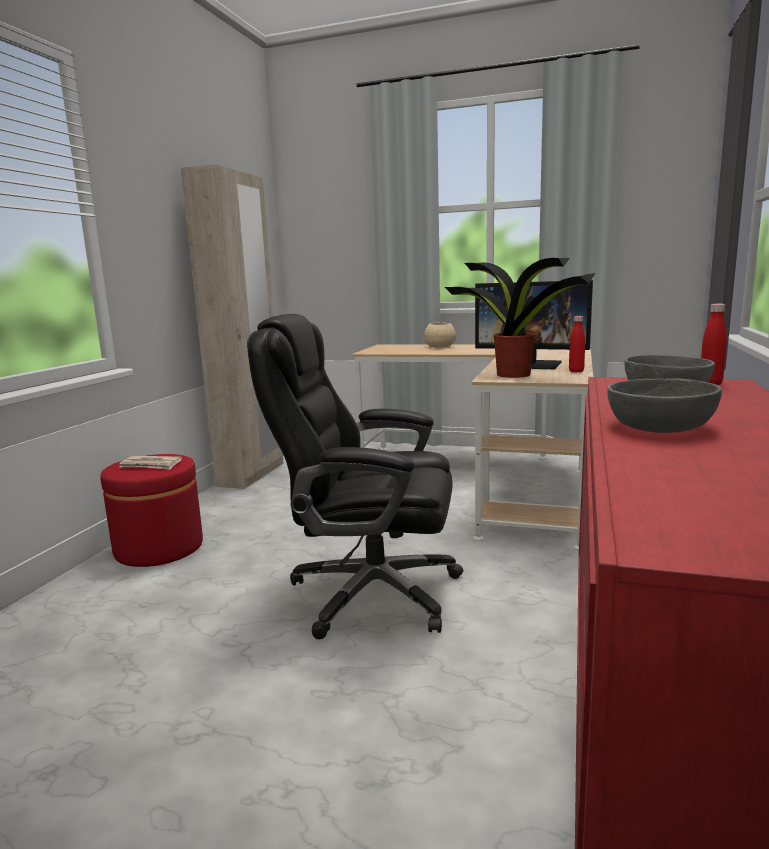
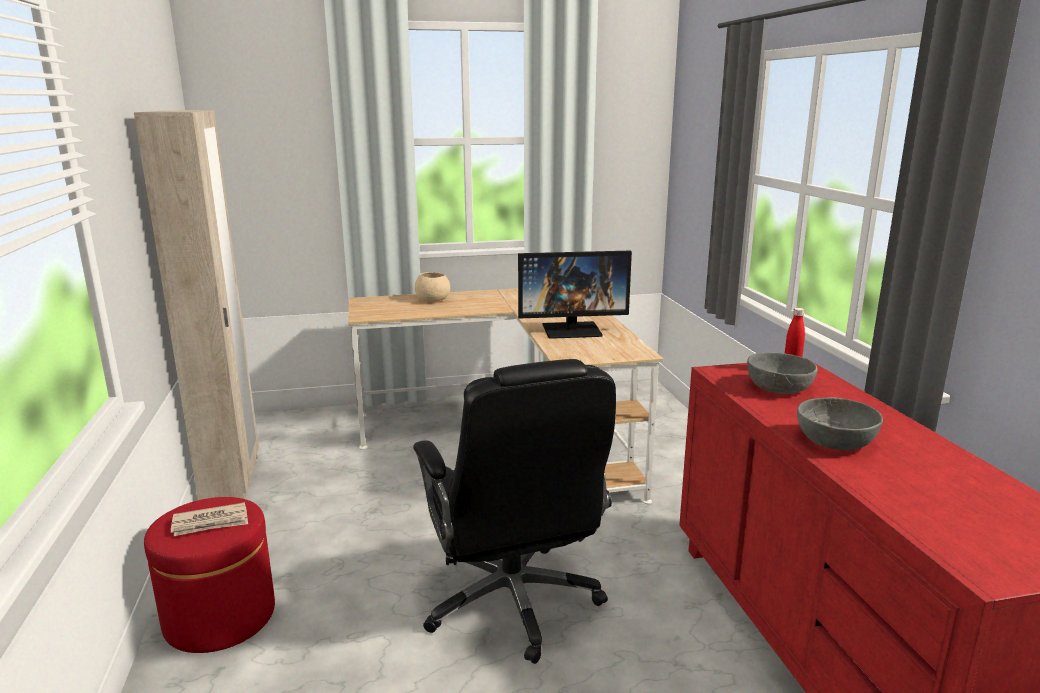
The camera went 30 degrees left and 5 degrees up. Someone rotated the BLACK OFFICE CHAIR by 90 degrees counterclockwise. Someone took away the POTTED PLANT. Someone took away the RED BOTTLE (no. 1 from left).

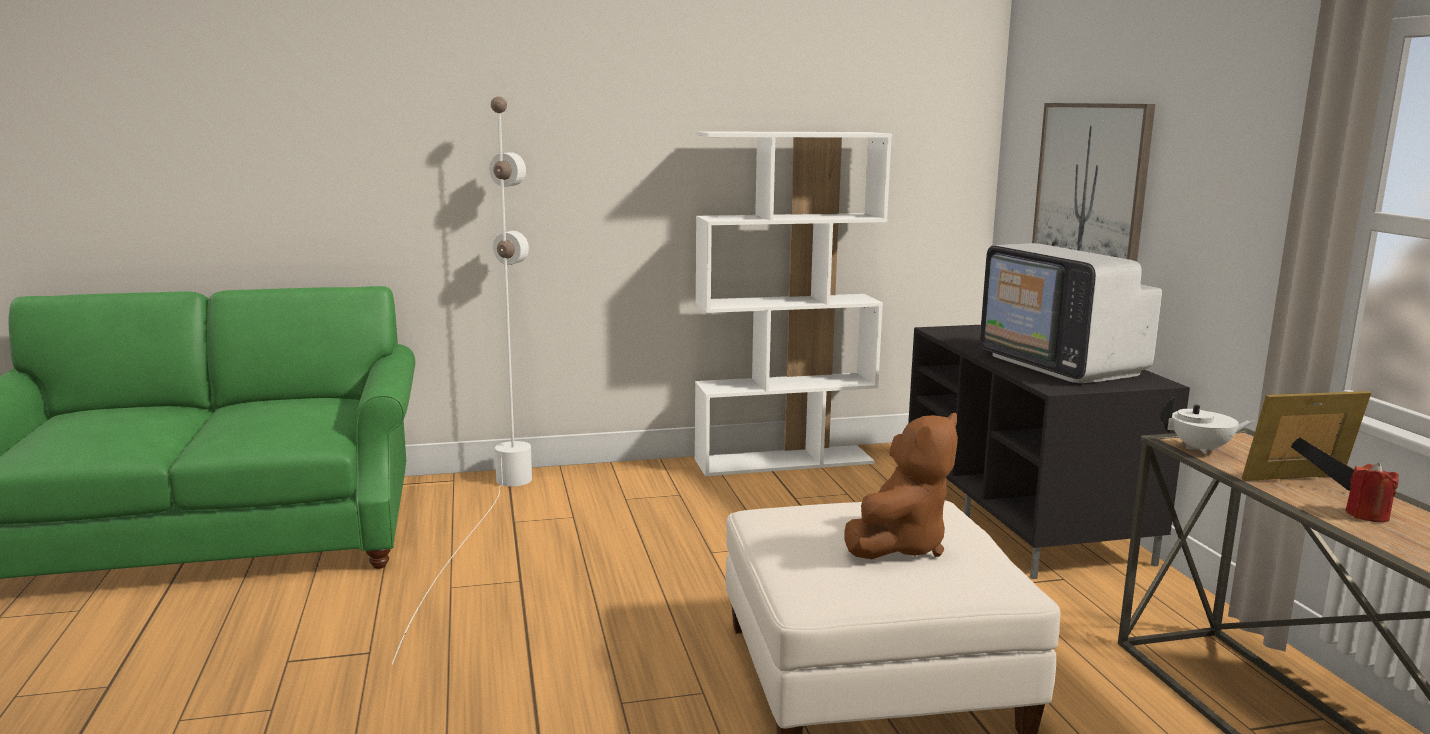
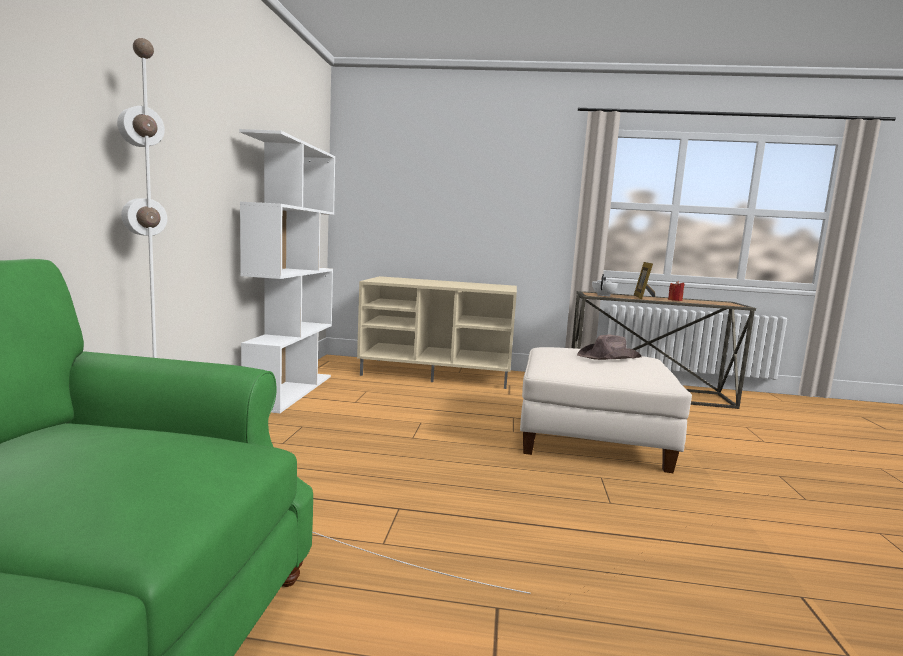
The camera went 70 degrees left and 5 degrees down. Someone swapped the BROWN PLUSH TOY for the BROWN HAT. Someone repainted the BLACK TV STAND, which became the BEIGE TV STAND. Someone took away the TELEVISION. Someone took away the PICTURE.

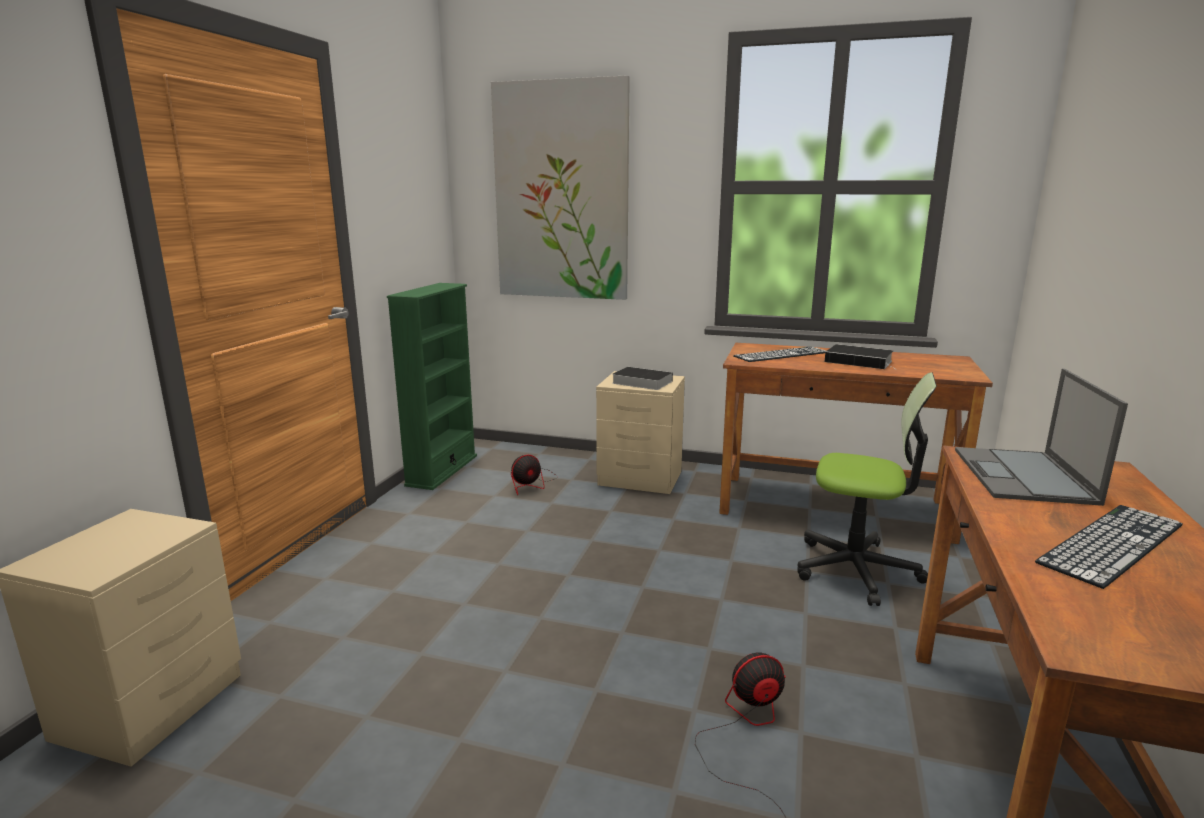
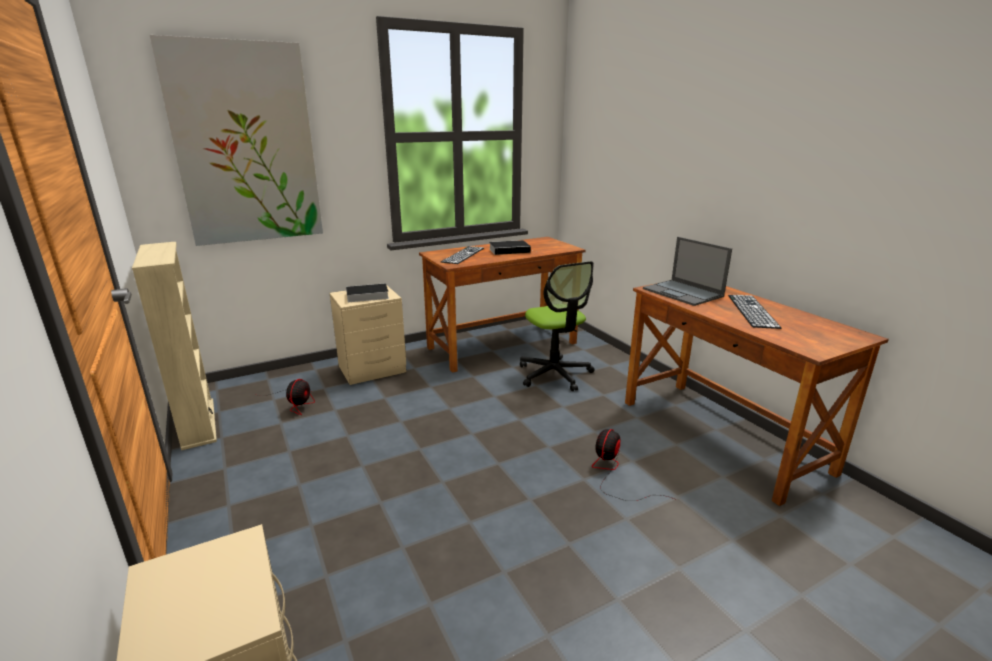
The camera went 45 degrees left and 5 degrees up. Someone repainted the GREEN BOOKCASE, which became the BEIGE BOOKCASE. Someone rotated the OFFICE CHAIR by 90 degrees clockwise.

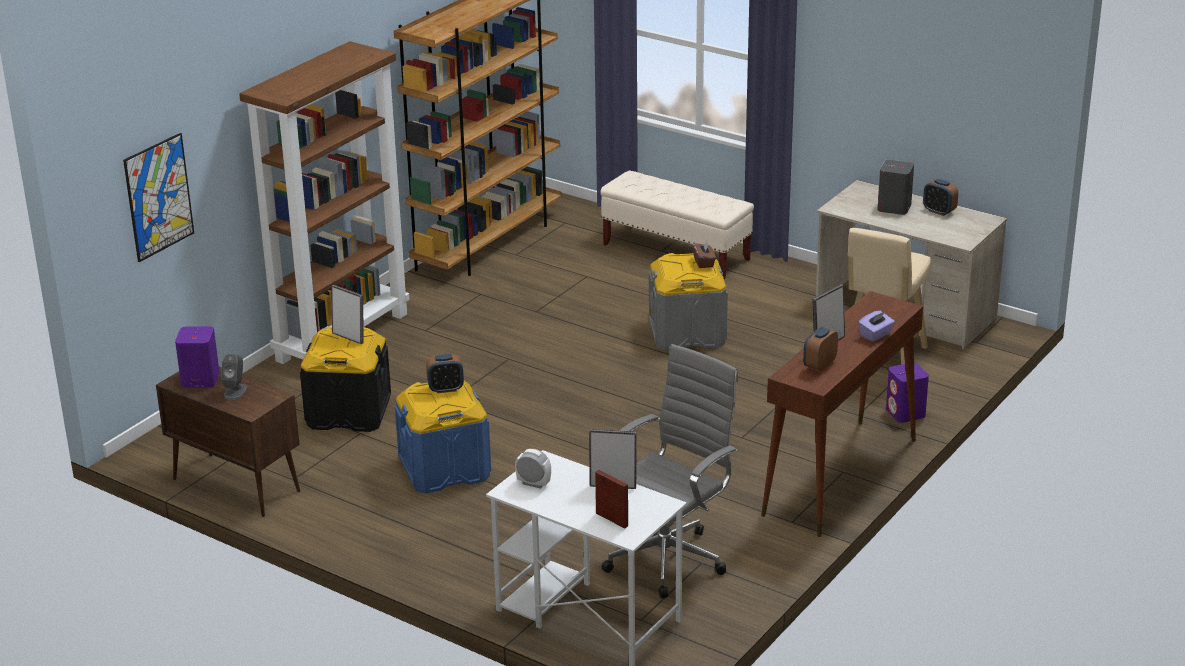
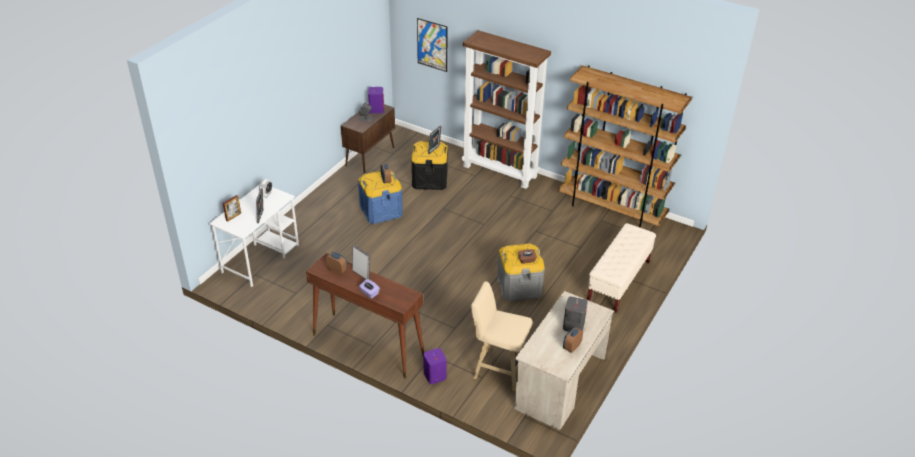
The camera went 85 degrees right and 10 degrees up. Someone took away the GREY OFFICE CHAIR.

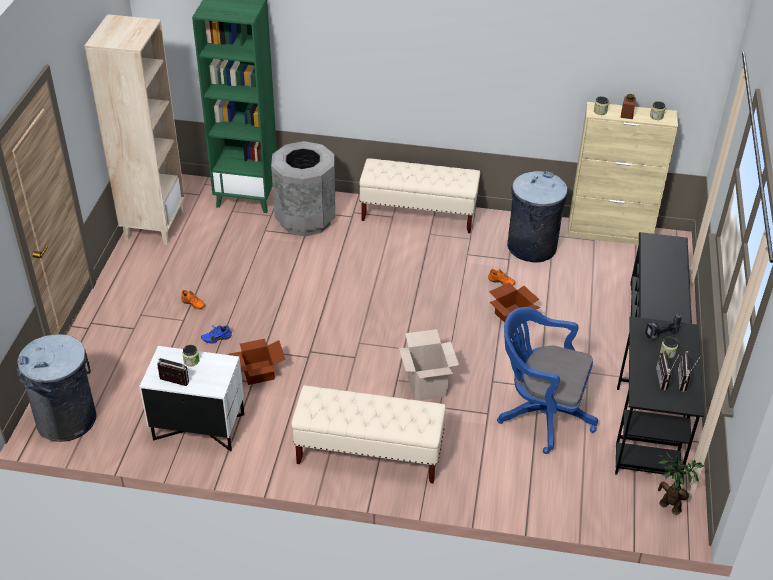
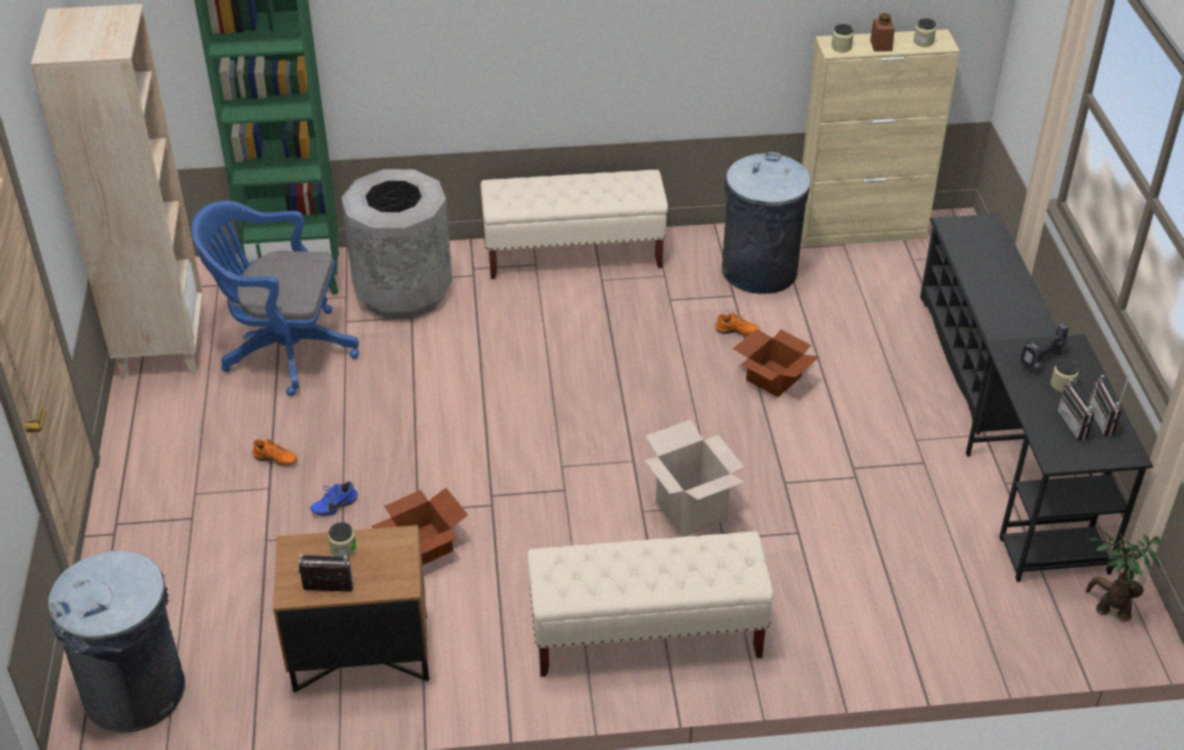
The camera went 15 degrees left and 0 degrees up. Someone repainted the WHITE NIGHTSTAND, which became the BROWN NIGHTSTAND. Someone carried the BLUE OFFICE CHAIR.

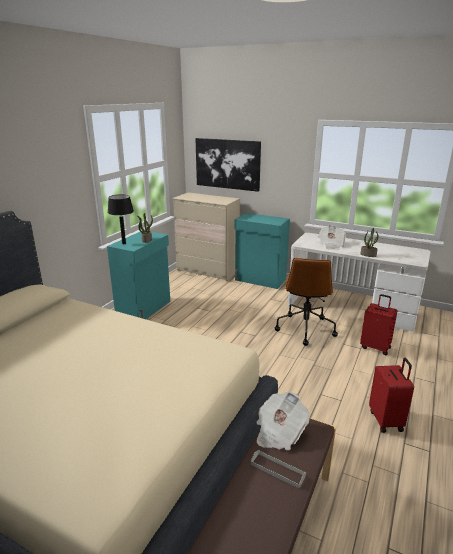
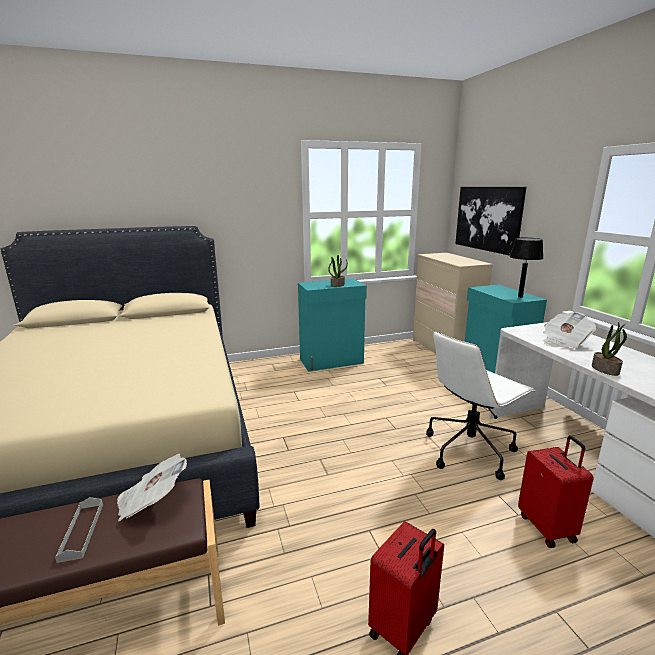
The camera went 45 degrees right and 5 degrees down. Someone carried the BLACK TABLE LAMP. Someone repainted the BROWN OFFICE CHAIR, which became the WHITE OFFICE CHAIR.

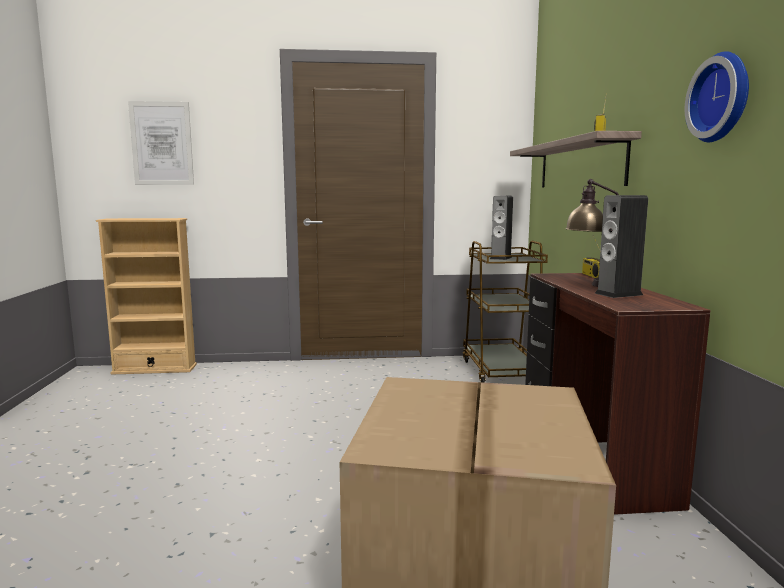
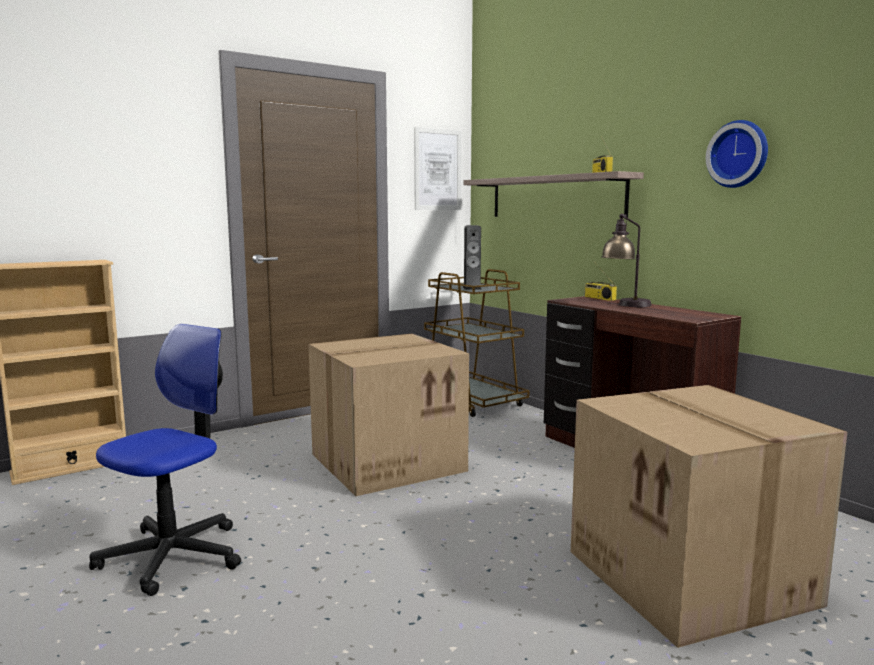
The camera went 30 degrees left and 0 degrees up. Someone carried the PICTURE. Someone took away the SPEAKER (no. 2 from left). Someone put down the OFFICE CHAIR. Someone put down the CARDBOARD BOX (no. 1 from left).

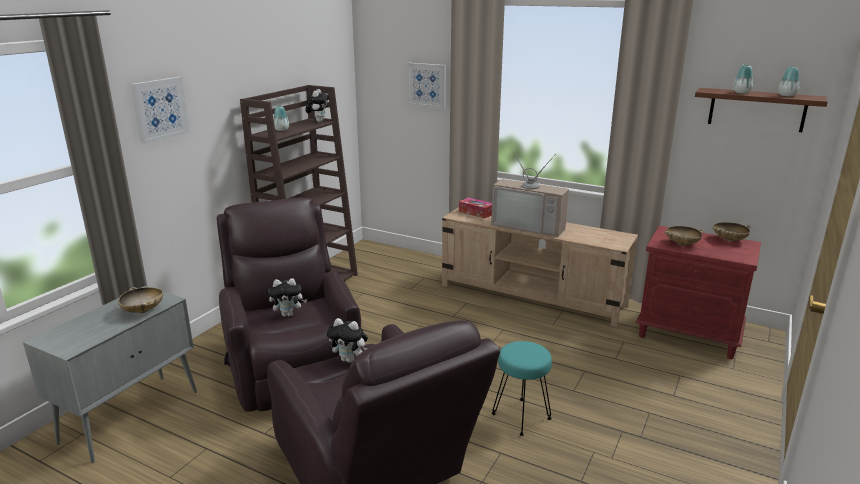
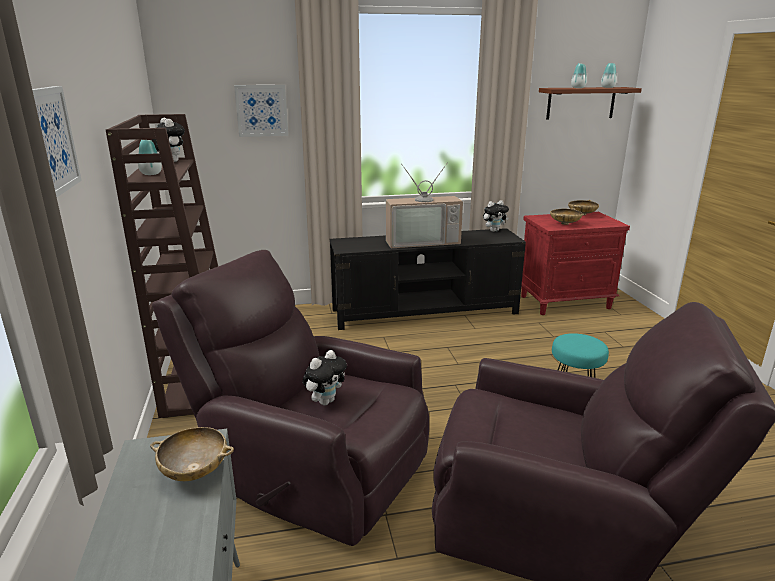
The camera went 40 degrees left and 0 degrees up. Someone carried the PLUSH TOY (no. 3 from left). Someone repainted the BEIGE TV STAND, which became the BLACK TV STAND. Someone took away the TISSUE BOX.

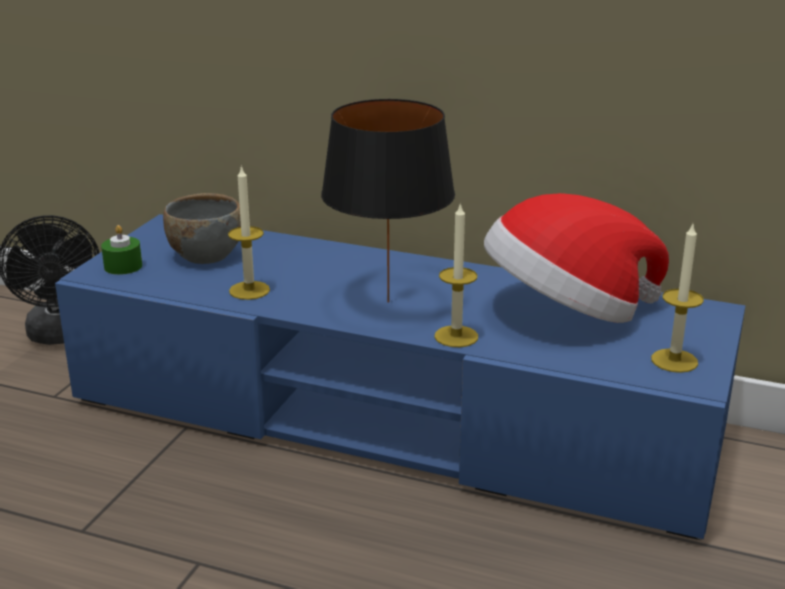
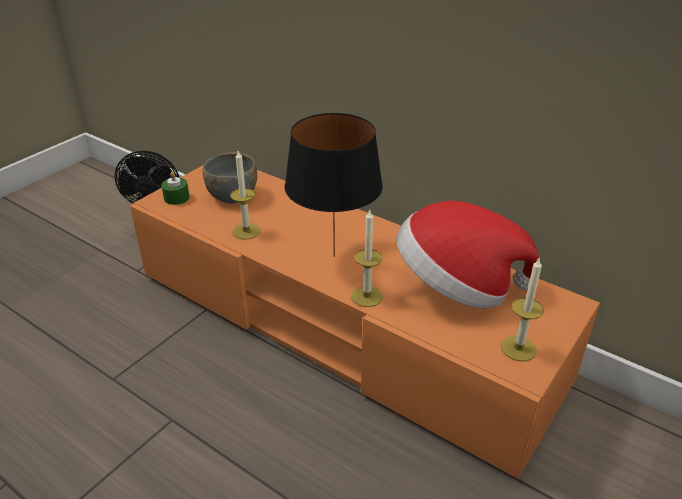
The camera went 15 degrees right and 10 degrees up. Someone repainted the BLUE TV STAND, which became the ORANGE TV STAND.

